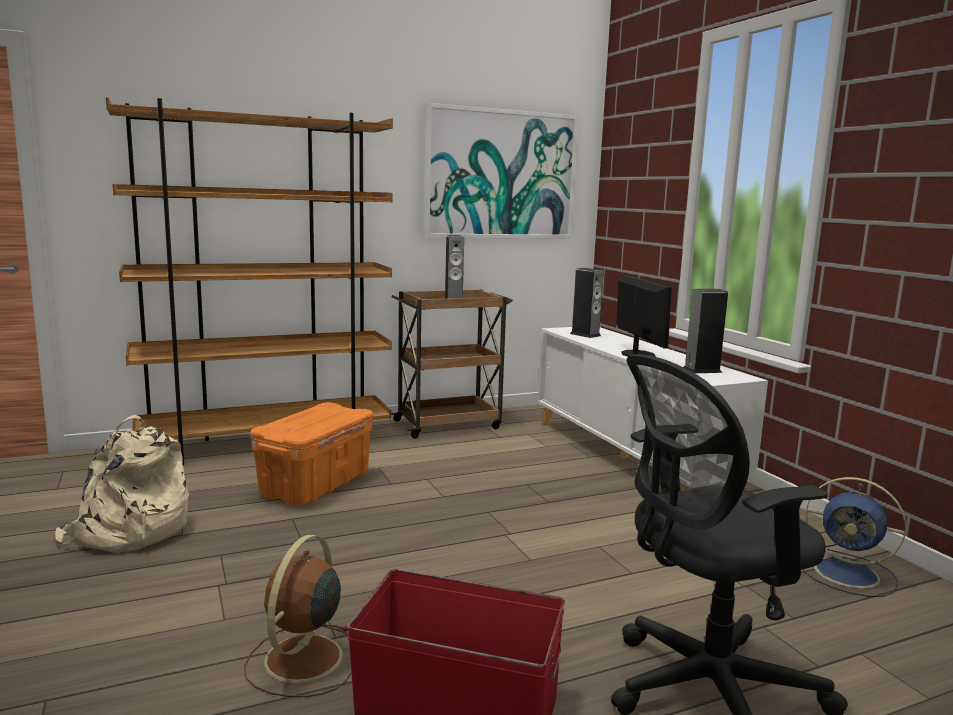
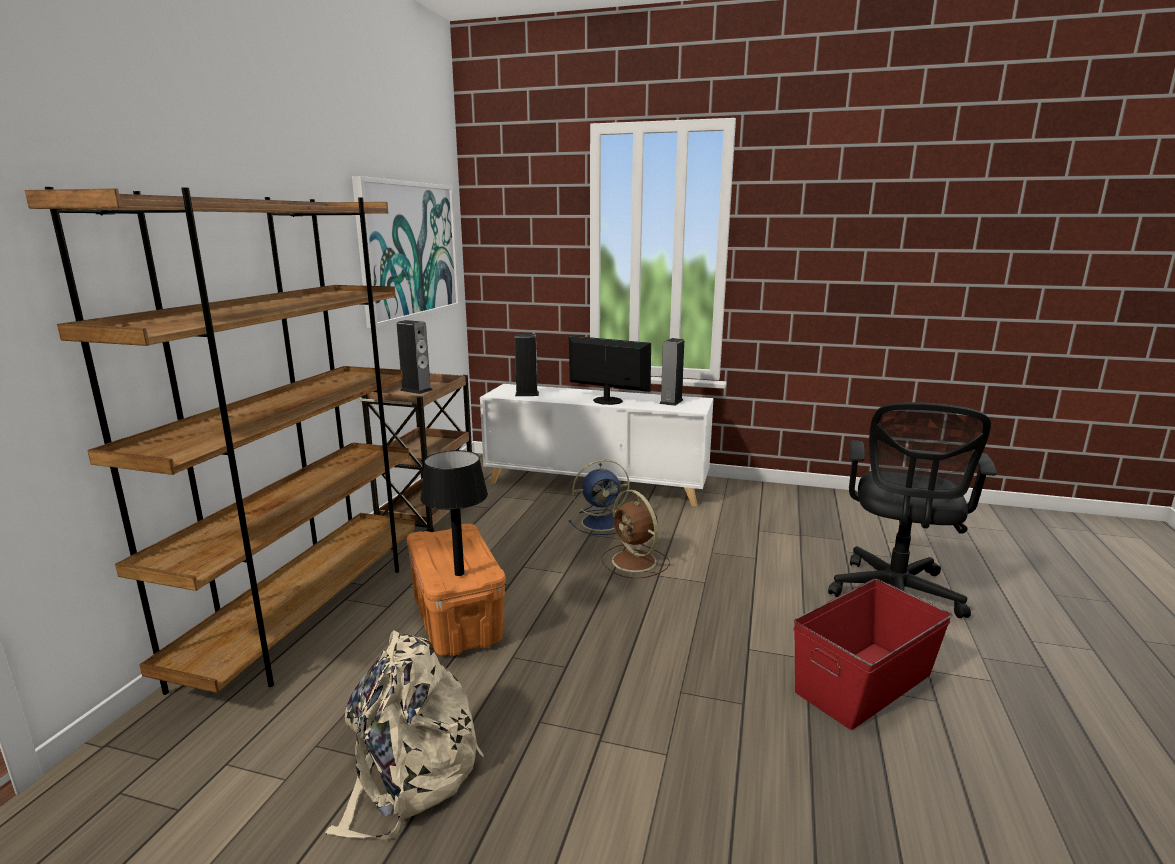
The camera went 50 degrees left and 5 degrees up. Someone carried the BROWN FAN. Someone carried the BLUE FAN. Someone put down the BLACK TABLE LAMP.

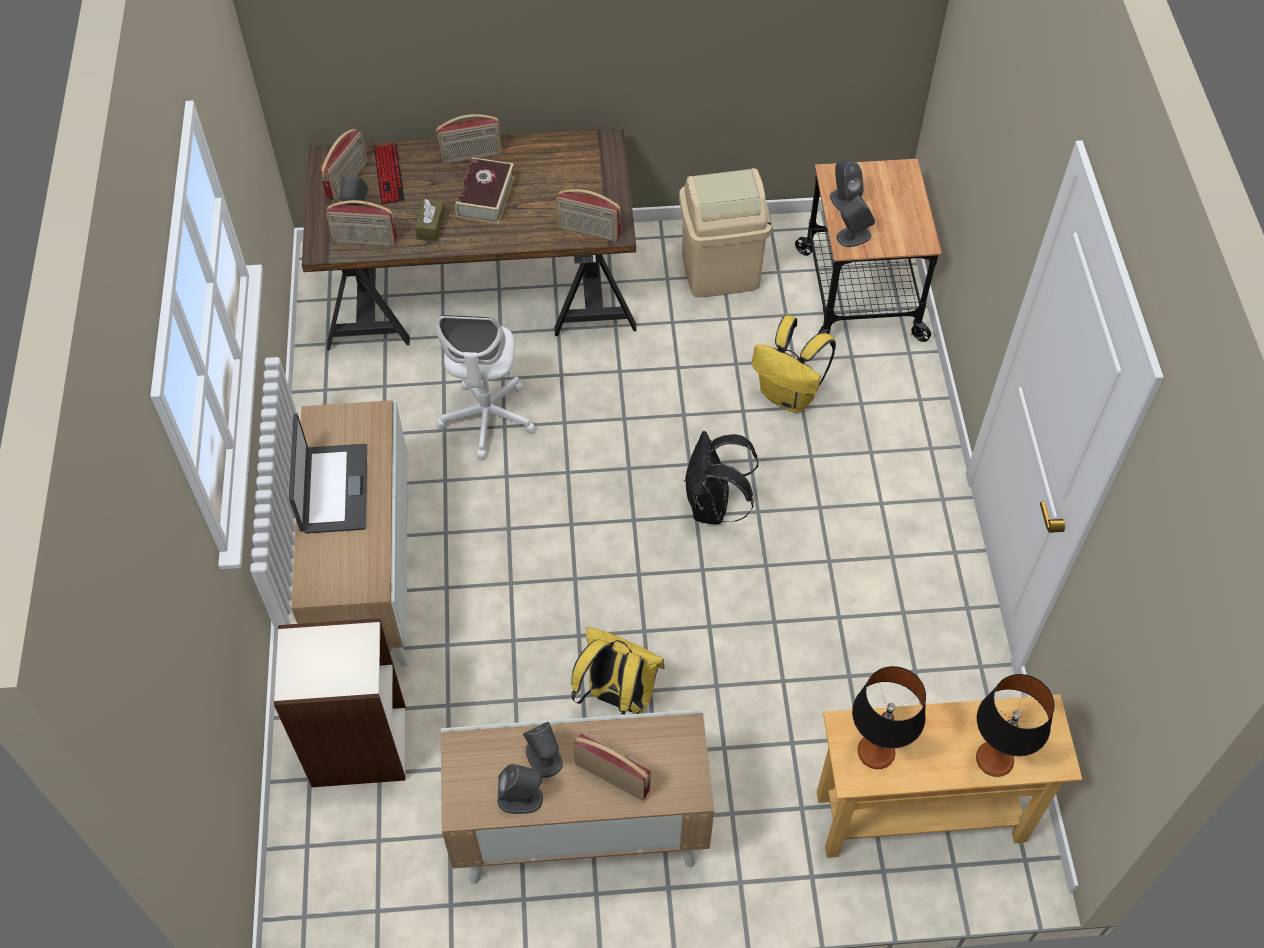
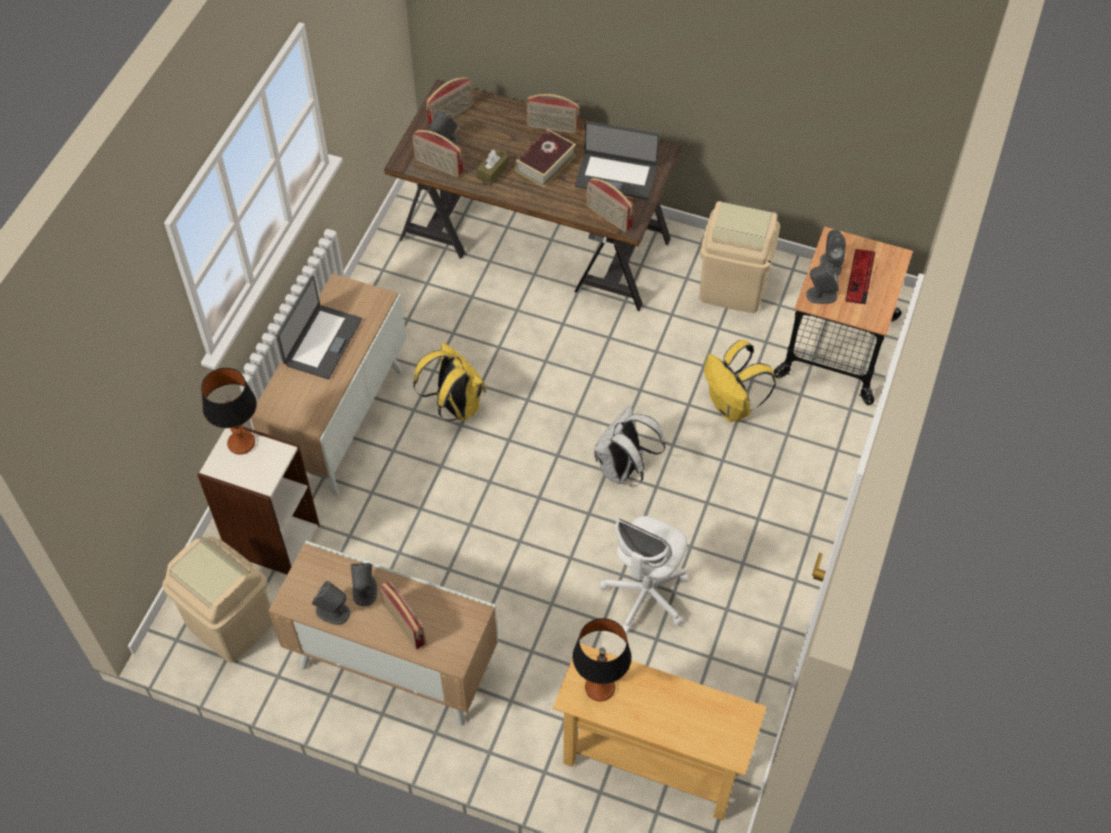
The camera went 25 degrees right and 0 degrees up. Someone carried the KEYBOARD. Someone carried the WHITE OFFICE CHAIR. Someone carried the YELLOW BACKPACK (no. 1 from left). Someone repainted the BLACK BACKPACK, which became the WHITE BACKPACK. Someone carried the TABLE LAMP (no. 2 from left in the first image). Someone put down the BEIGE TRASH CAN (no. 1 from left). Someone put down the LAPTOP (no. 2 from left).

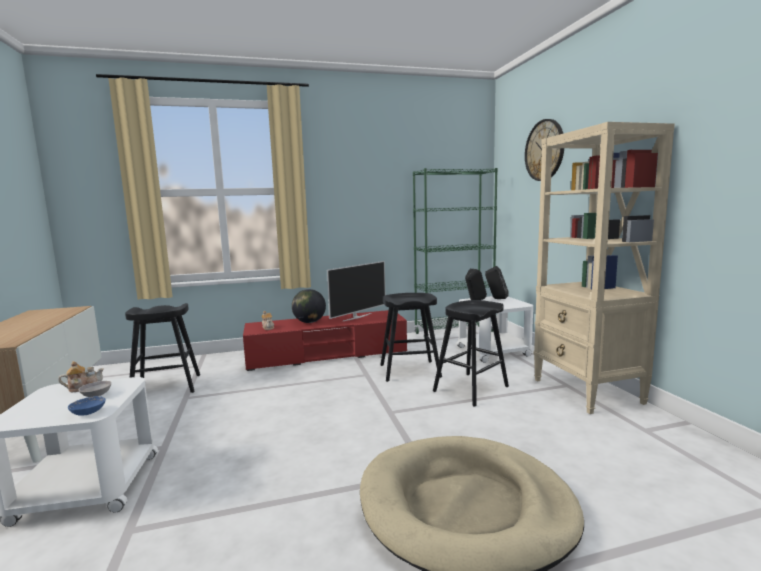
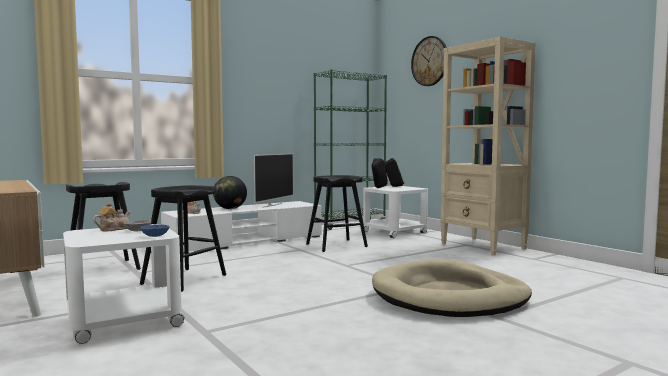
The camera went 20 degrees left and 5 degrees down. Someone repainted the RED TV STAND, which became the WHITE TV STAND. Someone carried the BLACK STOOL (no. 3 from left in the first image).

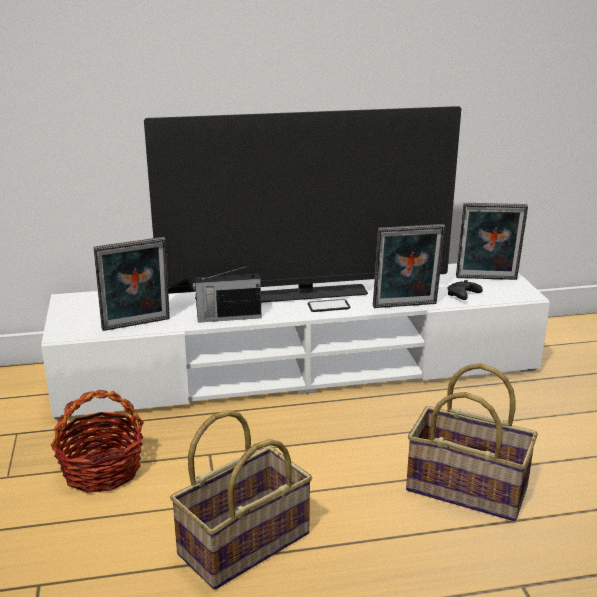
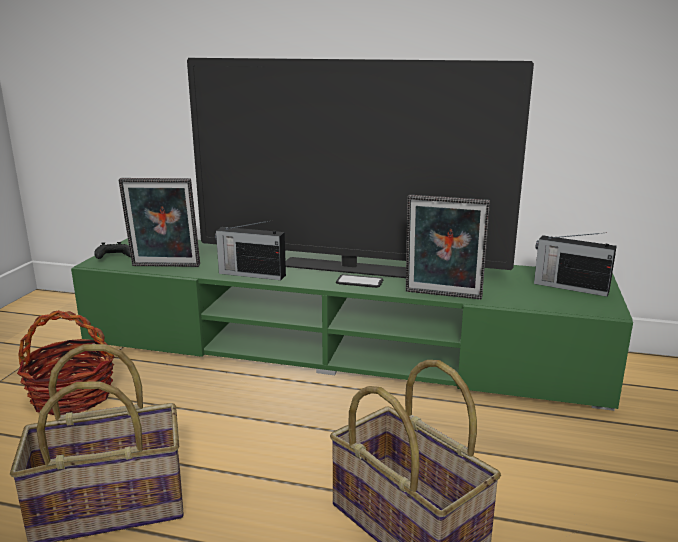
The camera went 25 degrees right and 5 degrees down. Someone repainted the WHITE TV STAND, which became the GREEN TV STAND. Someone carried the BLACK GAME CONTROLLER. Someone swapped the PICTURE FRAME (no. 3 from left) for the RADIO (no. 2 from left).

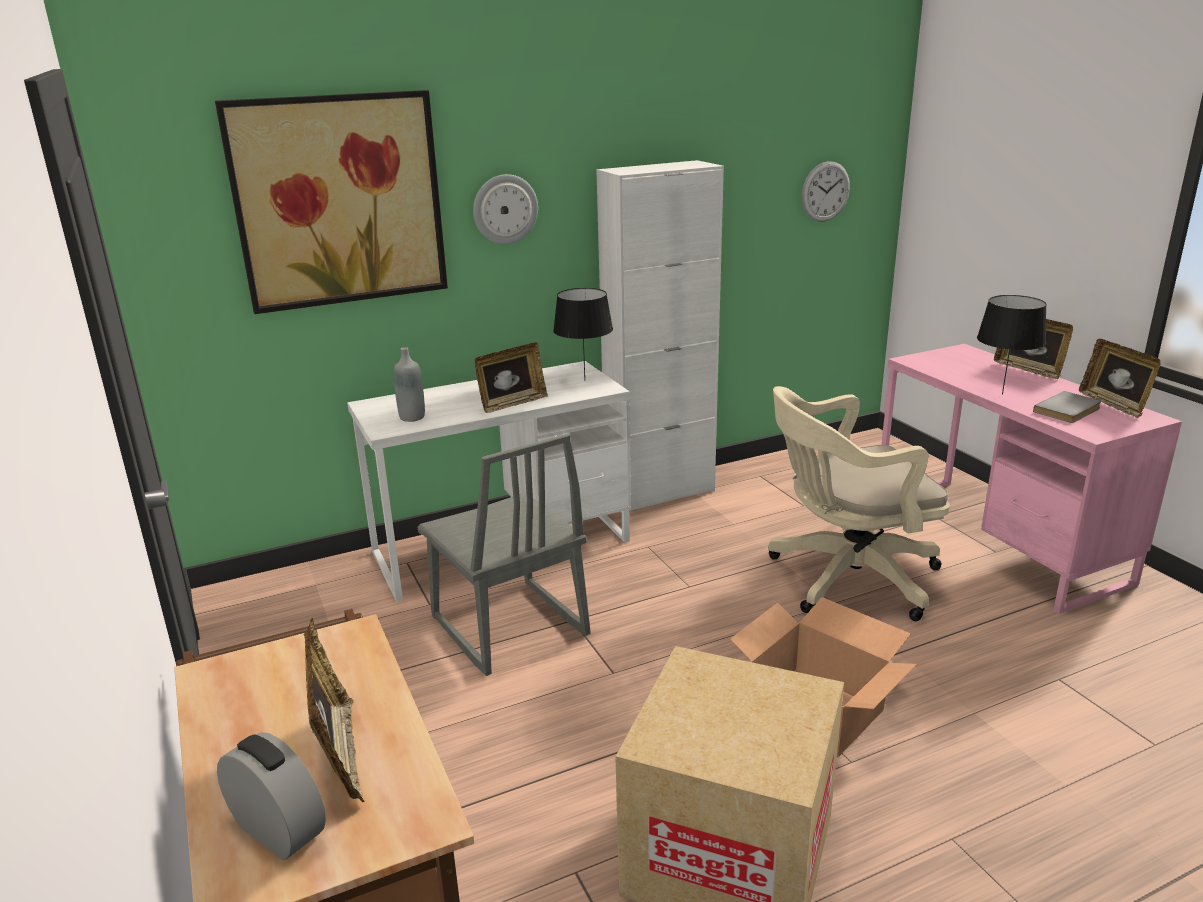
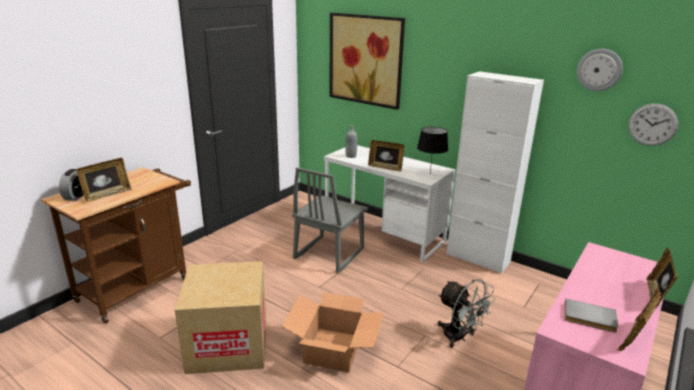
The camera went 60 degrees right and 0 degrees up. Someone carried the WALL CLOCK (no. 1 from left). Someone swapped the BEIGE OFFICE CHAIR for the GREY FAN. Someone took away the BLACK TABLE LAMP (no. 2 from left).

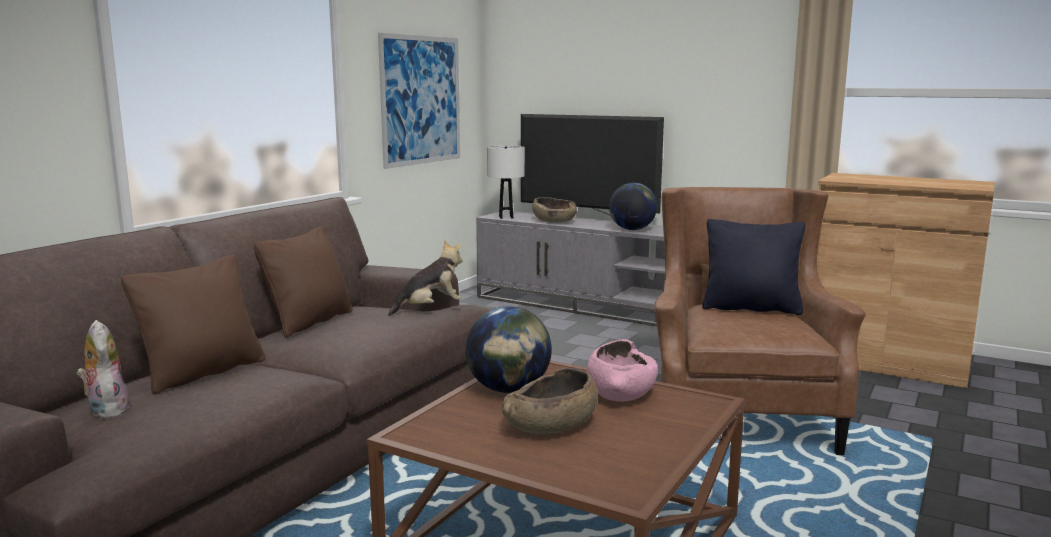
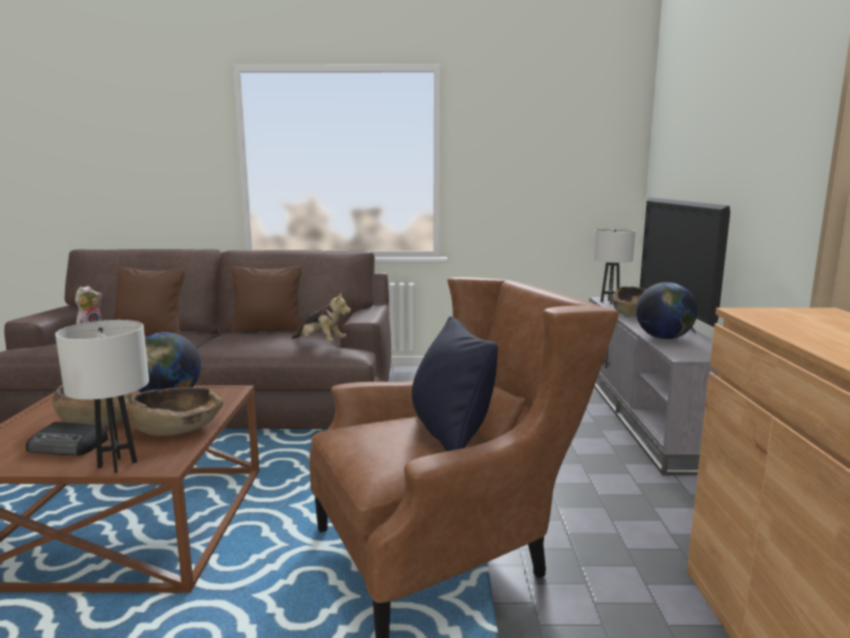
The camera went 60 degrees right and 0 degrees up. Someone took away the PICTURE. Someone repainted the PINK BOWL, which became the BROWN BOWL (no. 2 from left). Someone put down the RADIO. Someone put down the WHITE TABLE LAMP (no. 1 from left).

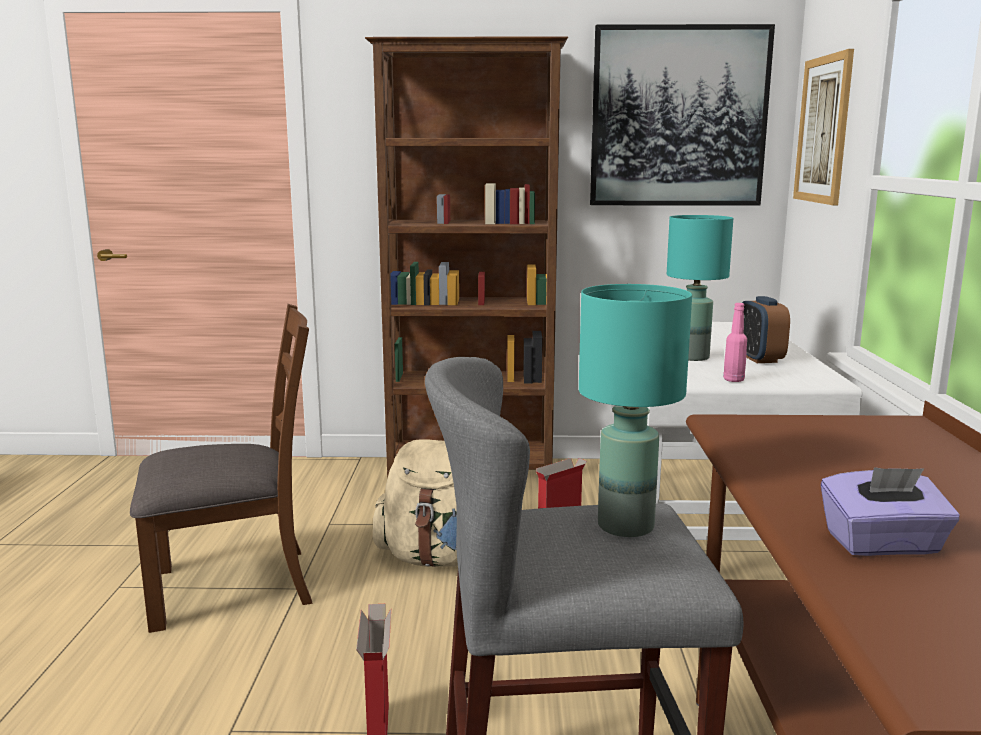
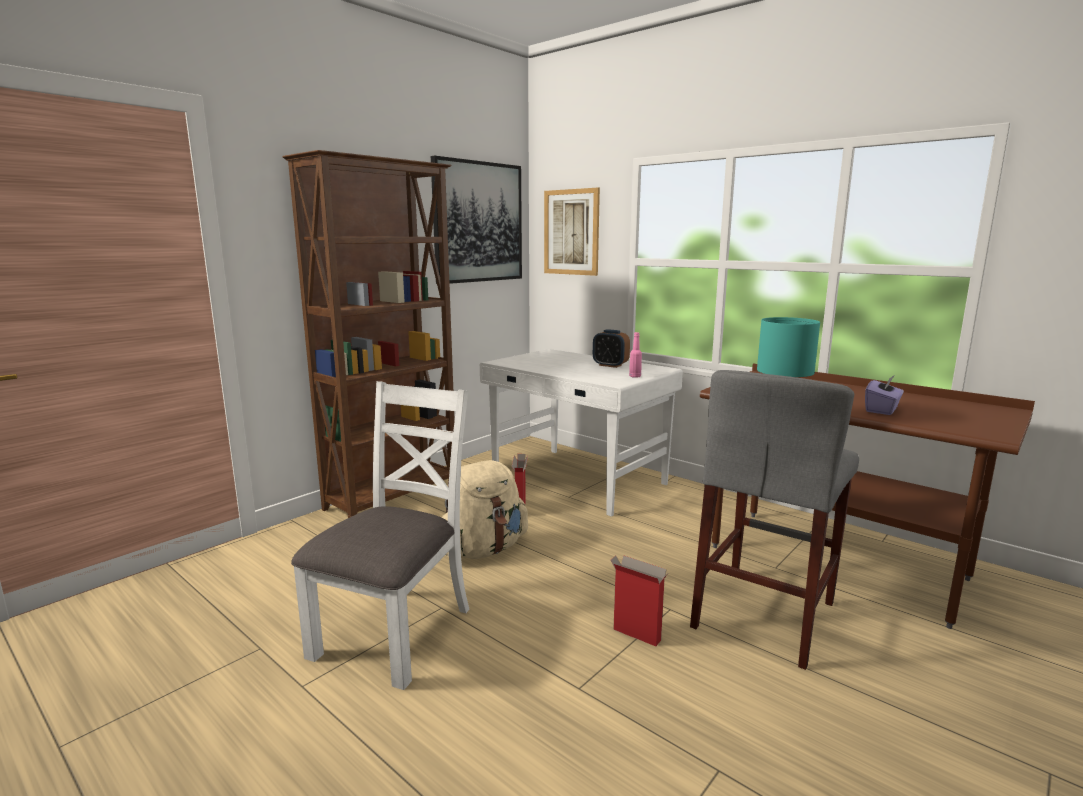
The camera went 50 degrees left and 0 degrees up. Someone repainted the BROWN CHAIR, which became the WHITE CHAIR. Someone took away the TURQUOISE TABLE LAMP (no. 2 from left).

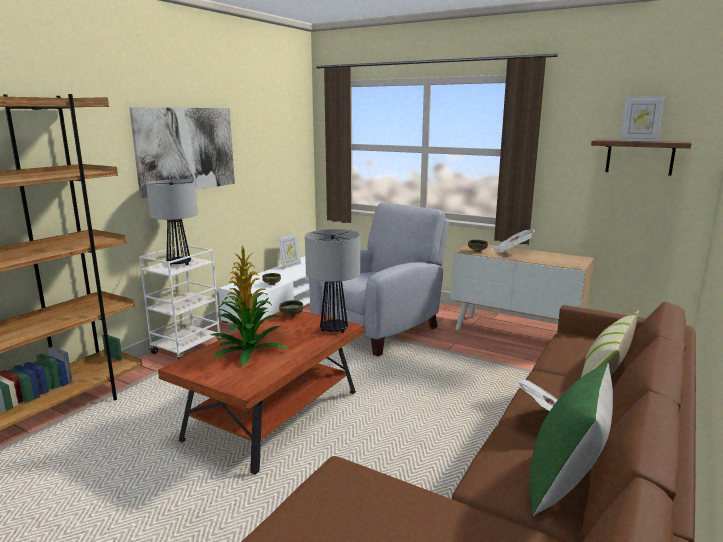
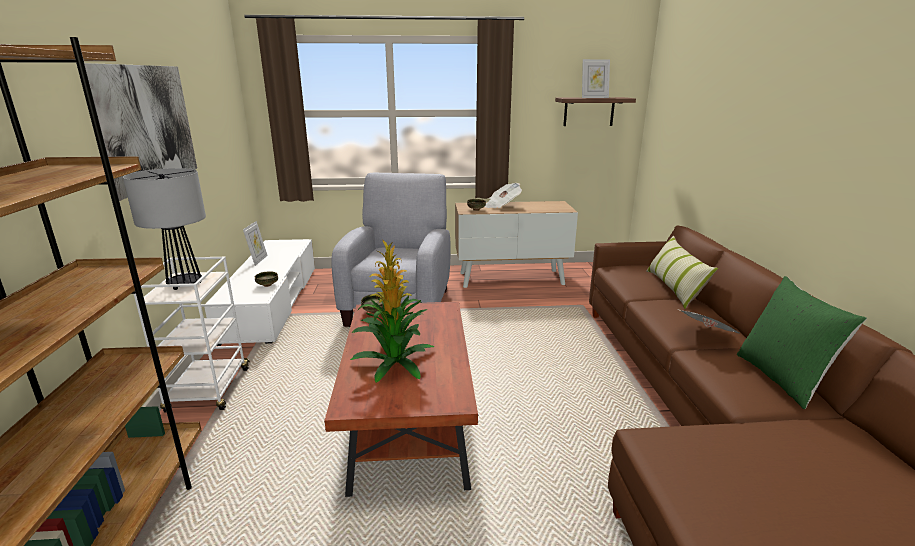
The camera went 35 degrees left and 5 degrees up. Someone took away the TABLE LAMP (no. 2 from left).

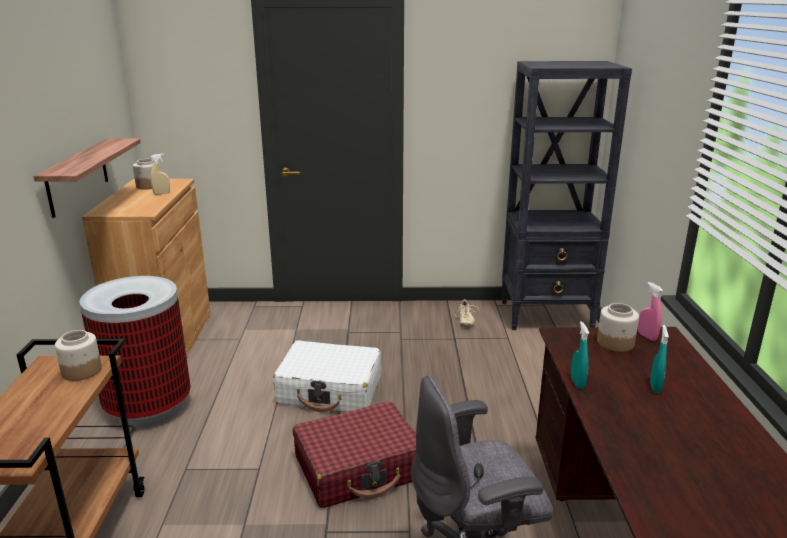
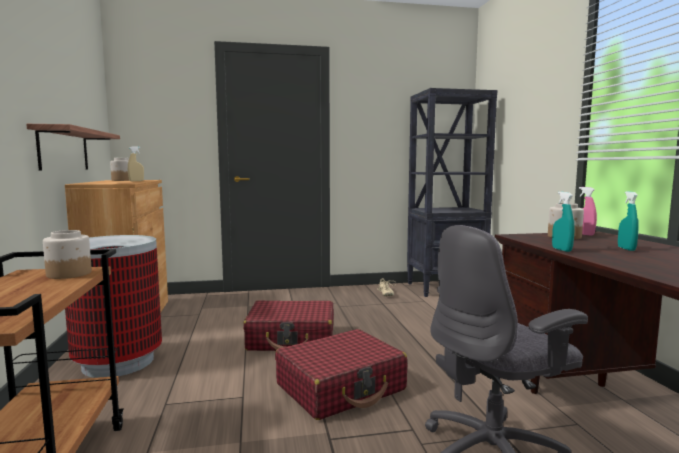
The camera went 10 degrees left and 15 degrees down. Someone repainted the WHITE SUITCASE, which became the RED SUITCASE (no. 1 from left).

